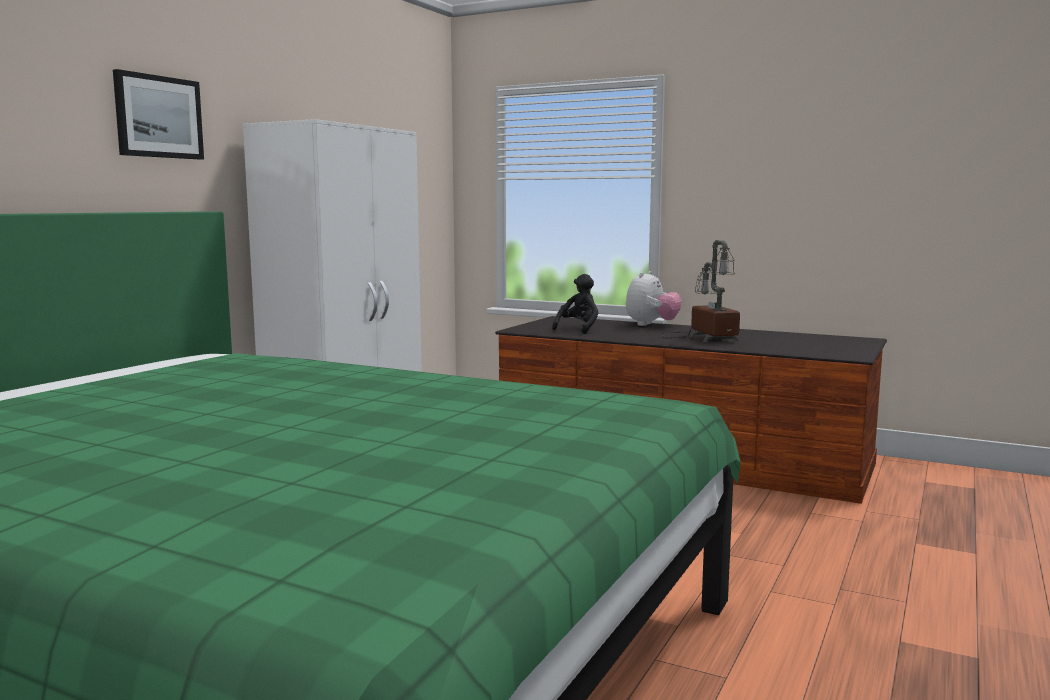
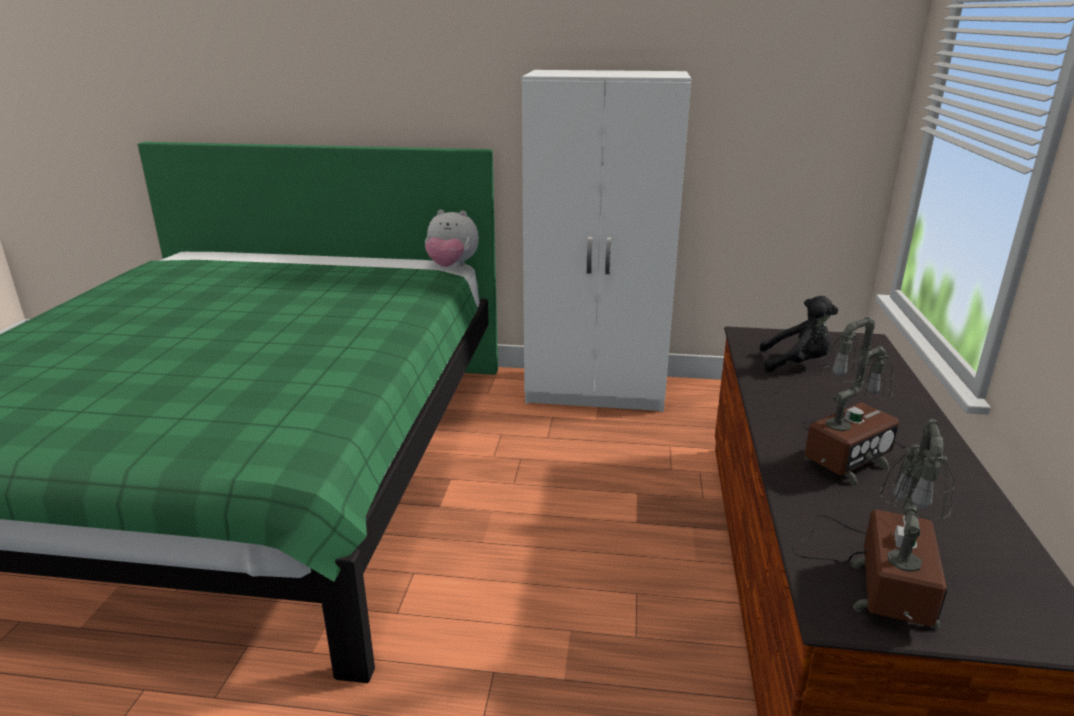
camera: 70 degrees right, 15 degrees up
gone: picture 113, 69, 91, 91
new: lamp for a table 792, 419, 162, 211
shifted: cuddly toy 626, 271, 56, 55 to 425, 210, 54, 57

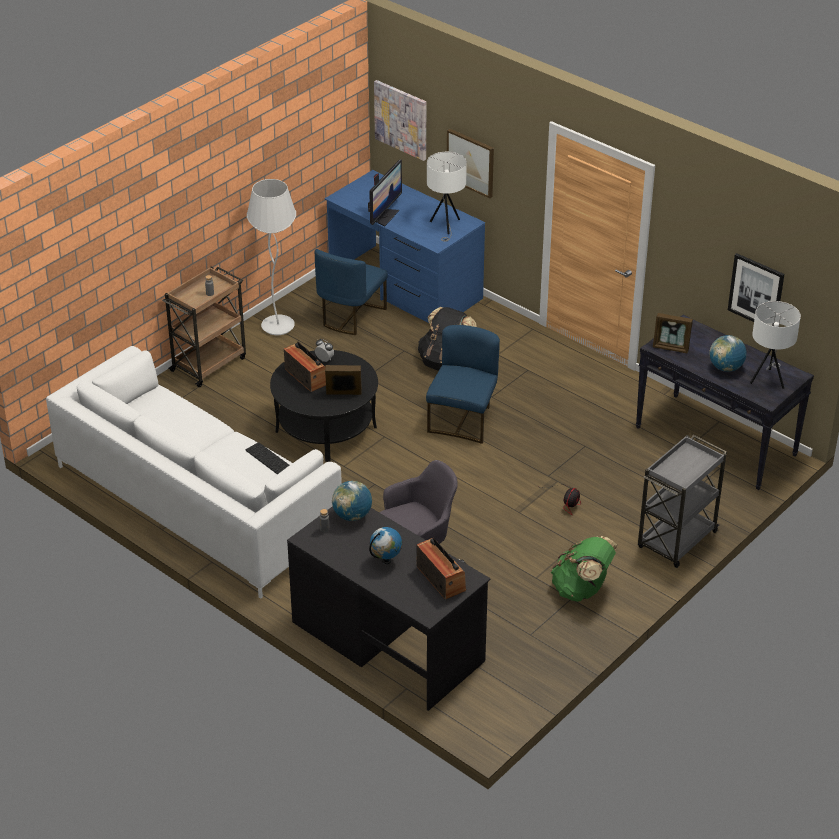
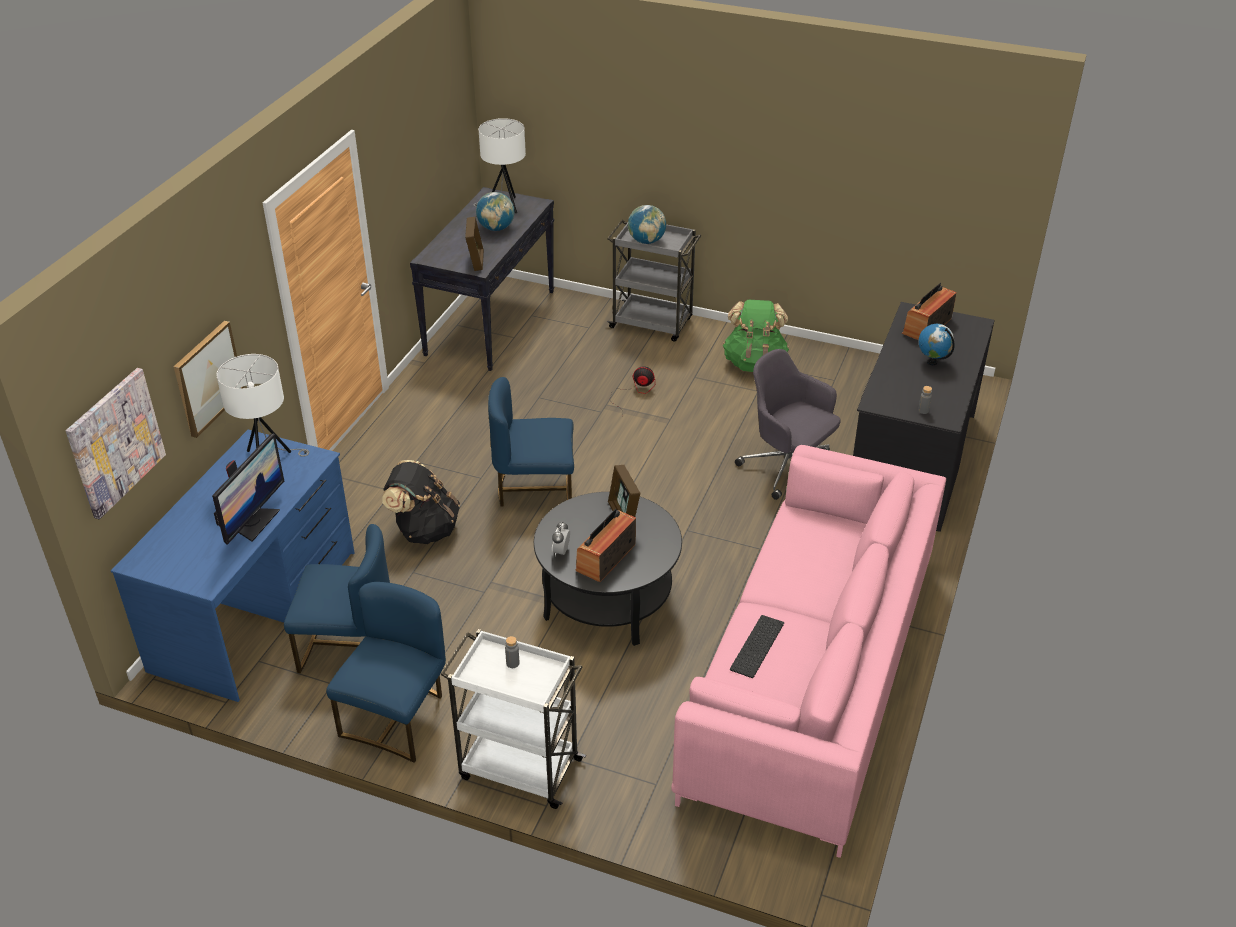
camera: 110 degrees left, 0 degrees up
gone: picture 728, 253, 56, 73
shifted: keyboard 245, 442, 44, 32 to 730, 615, 54, 63; globe 332, 481, 40, 40 to 628, 205, 38, 39
swapped: white floor lamp 247, 179, 49, 156 to bluish chair 326, 582, 120, 181
repainted: brownish trolley 162, 266, 84, 121 to white trolley 440, 629, 146, 180; white settee 46, 346, 296, 253 to pinkish settee 671, 445, 275, 413
rotated: computer screen 368, 160, 34, 67 = 212, 434, 72, 111 105 degrees clockwise

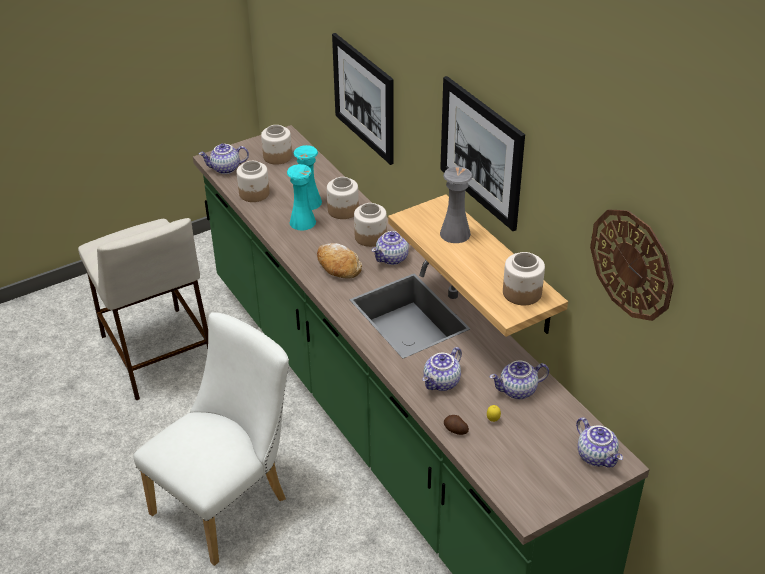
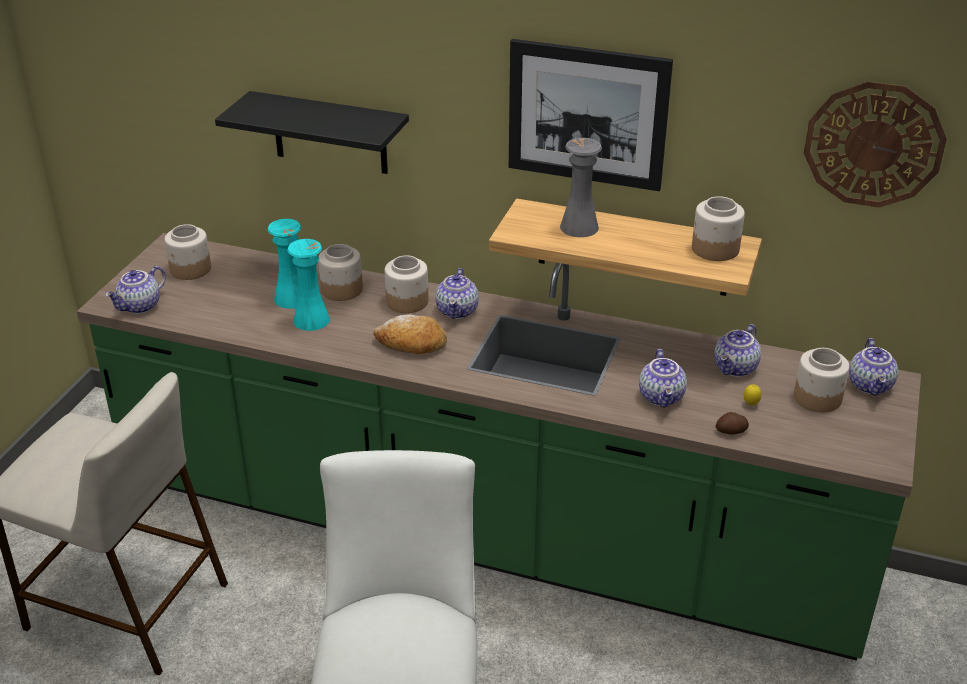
camera: 40 degrees left, 5 degrees down
shifted: storage jar 237, 161, 32, 41 to 794, 348, 55, 65
swapped: picture 332, 33, 62, 132 to blackish shelf 215, 91, 194, 83
rotated: tea pot 576, 417, 47, 51 = 849, 338, 49, 58 75 degrees clockwise

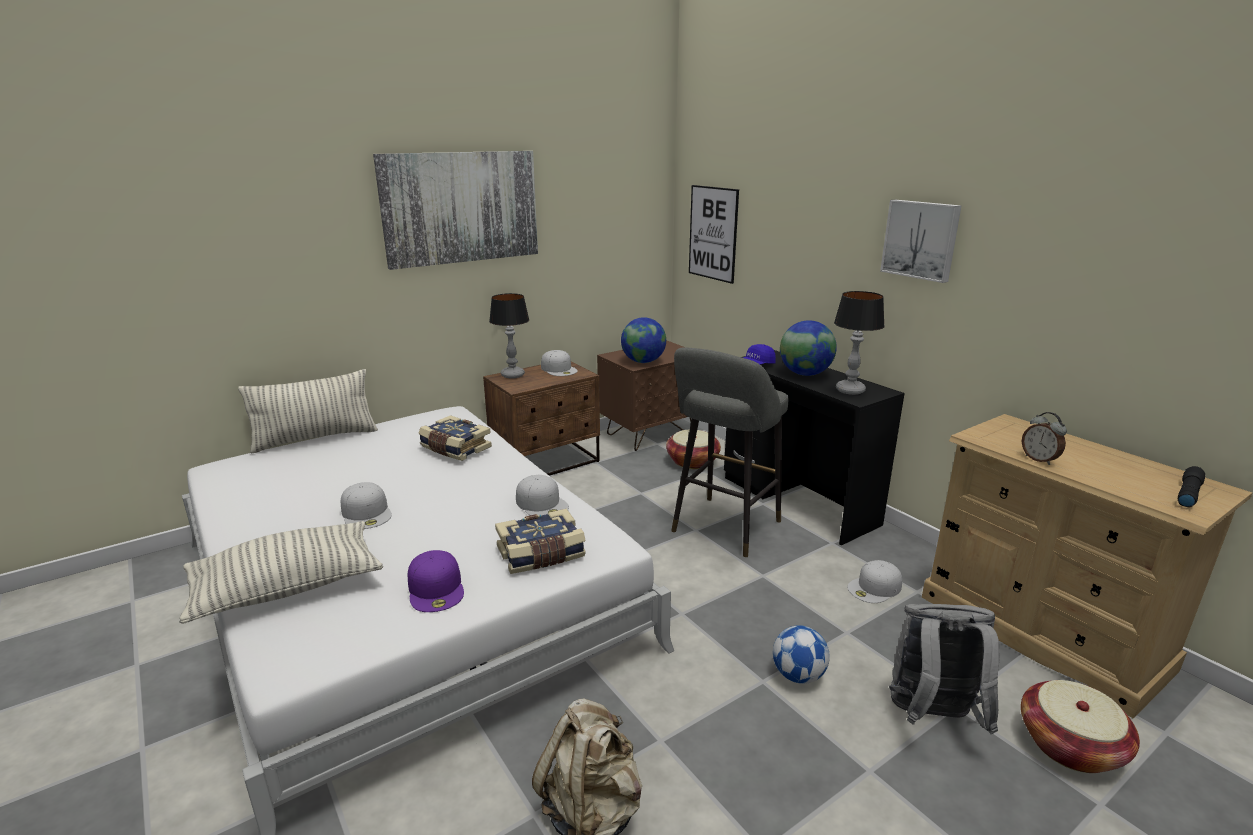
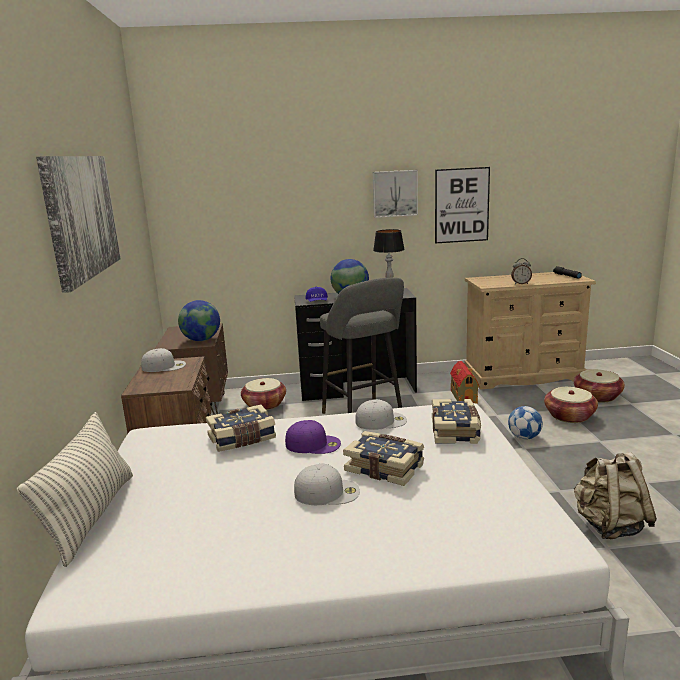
camera: 60 degrees left, 5 degrees down
gone: lamp for a table 489, 293, 40, 85; cushion 179, 521, 204, 103
new: volume 343, 431, 81, 55
shifted: picture 689, 185, 50, 99 to 435, 167, 55, 76; purple-coloured cap 408, 550, 56, 62 to 285, 420, 56, 34
swapped: white cap 847, 560, 55, 43 to toy house 450, 361, 29, 43; gray knapsack 889, 604, 111, 130 to household basket 544, 387, 54, 36

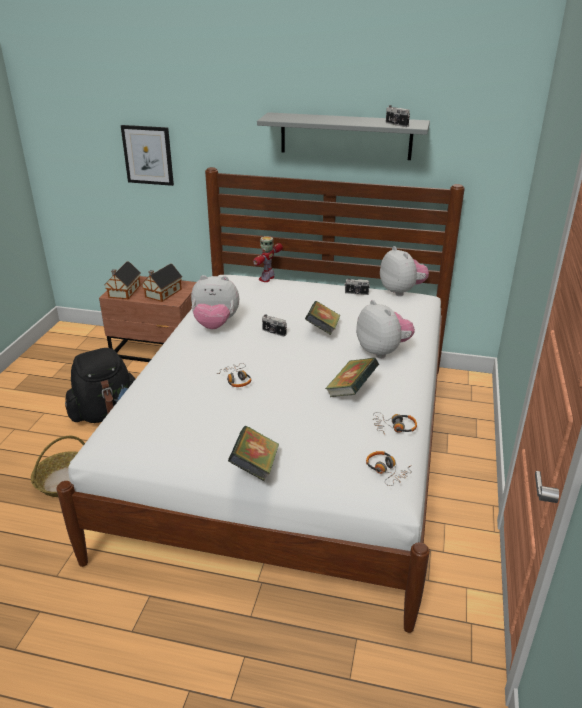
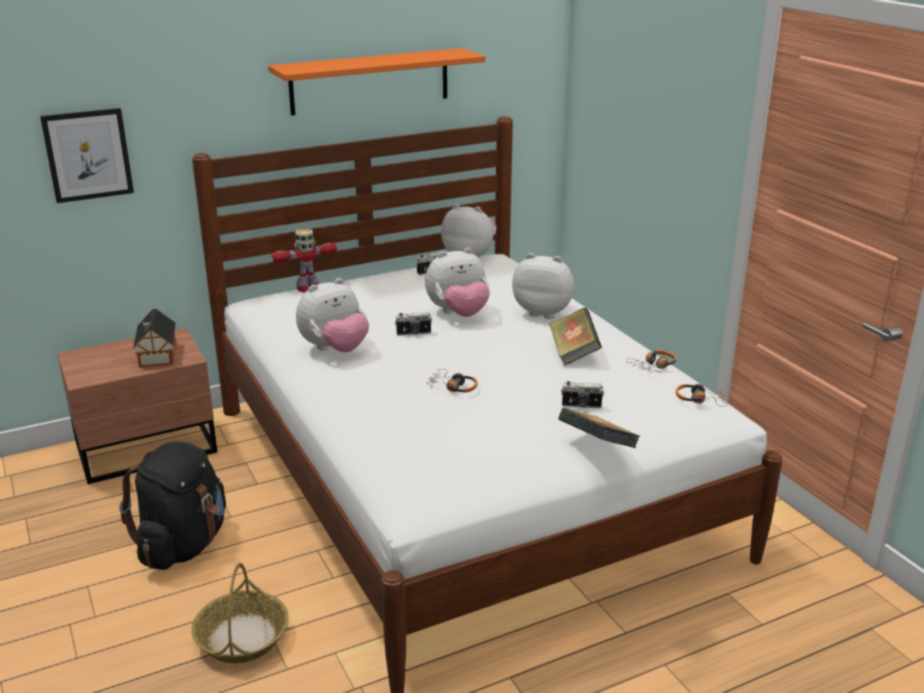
camera: 40 degrees left, 5 degrees down
gone: toy house 104, 261, 37, 38
shifted: photo camera 386, 105, 24, 22 to 561, 381, 43, 27
swapped: volume 305, 301, 35, 34 to cuddly toy 425, 248, 65, 69
repainted: gray shelf 257, 112, 173, 48 to orange shelf 268, 48, 217, 68
rotated: robot figure 253, 236, 30, 46 = 271, 229, 66, 63 105 degrees counterclockwise

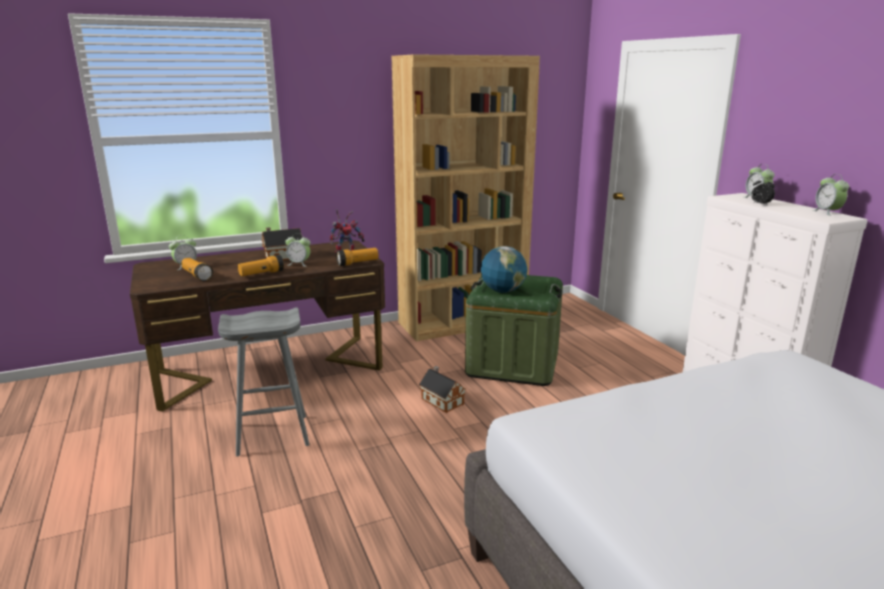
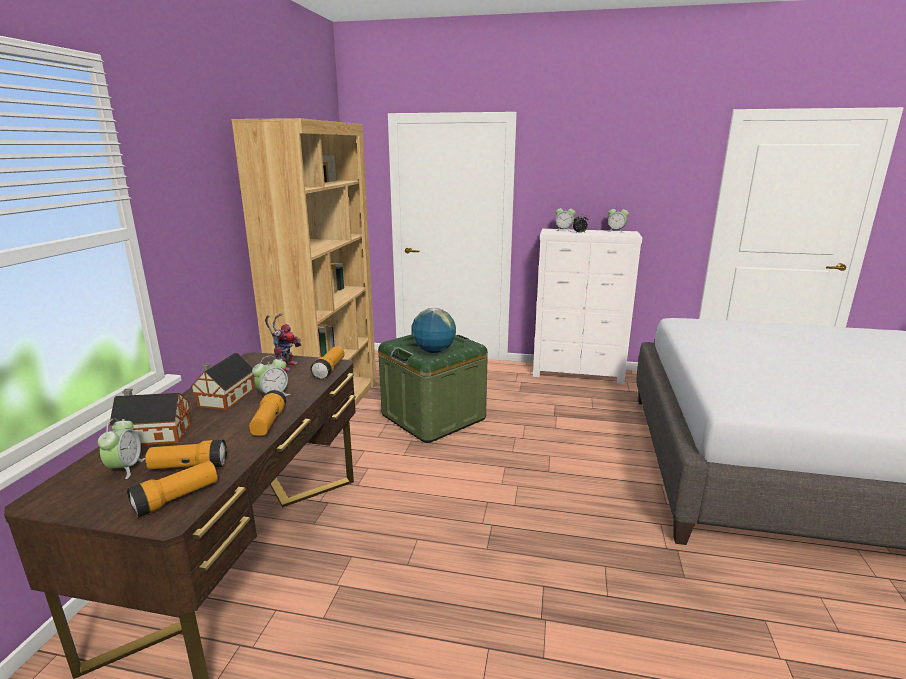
camera: 55 degrees left, 0 degrees up
gone: gray stool seat 218, 307, 92, 149
new: flashlight 127, 461, 91, 56
shifted: toy house 419, 366, 46, 47 to 109, 388, 82, 57

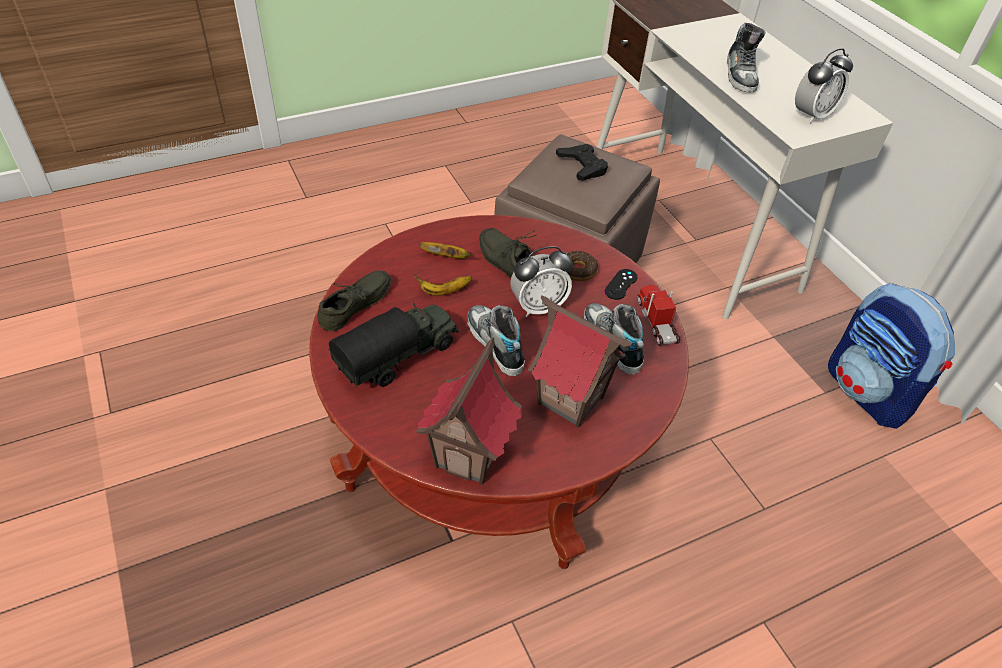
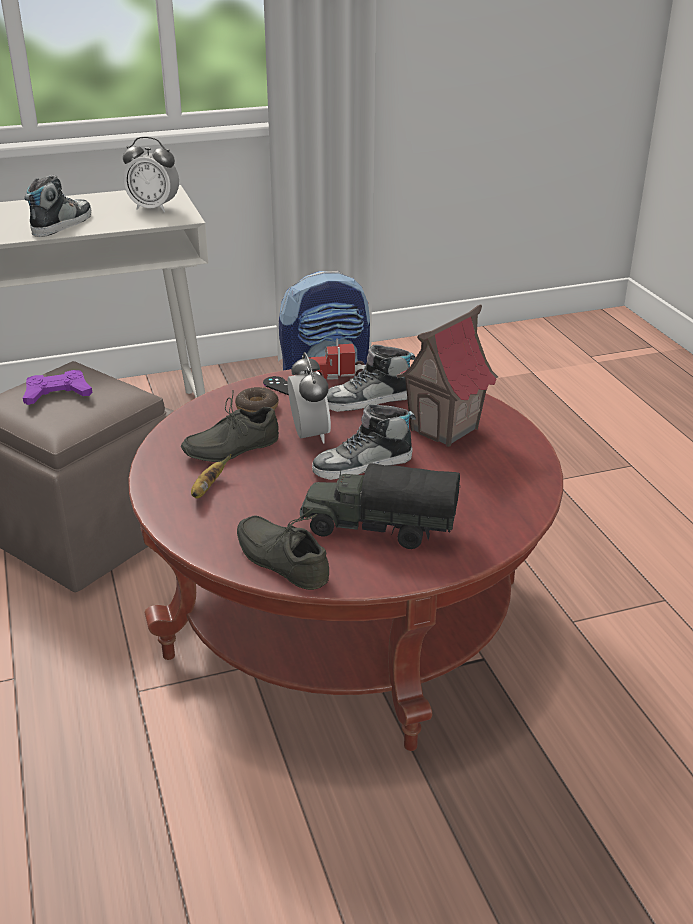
camera: 80 degrees left, 15 degrees down
gone: whole banana 414, 275, 58, 21; toy house 416, 337, 106, 148
repainted: blackish joypad 556, 144, 52, 37 to purple-coloured joypad 23, 370, 70, 35
rotated: shoe 727, 23, 39, 69 = 25, 175, 66, 62 75 degrees counterclockwise; bedside clock 795, 48, 58, 76 = 123, 137, 56, 75 135 degrees clockwise; model truck 329, 302, 130, 85 = 300, 463, 160, 86 45 degrees counterclockwise

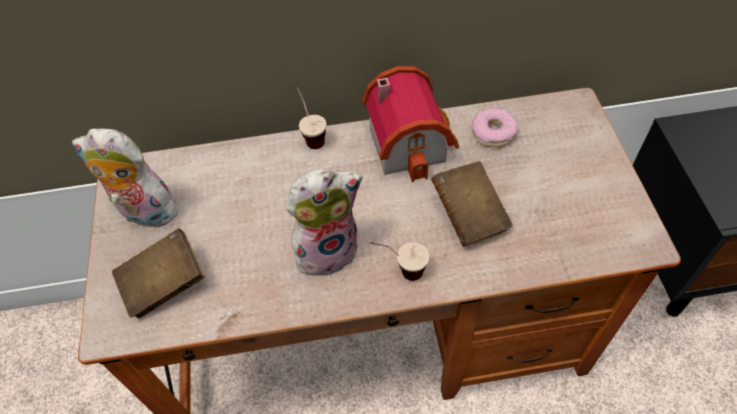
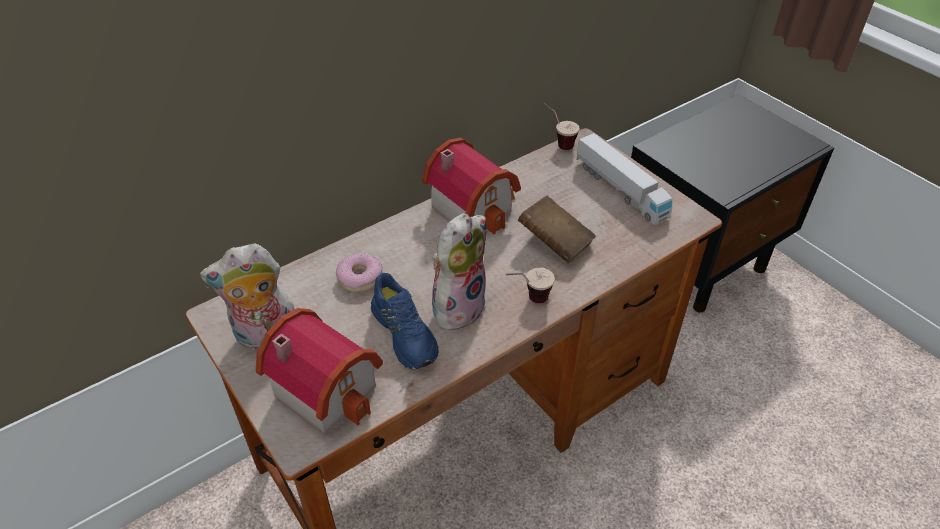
camera: 30 degrees left, 10 degrees down
new: model truck 576, 133, 96, 92; bluish shoe 371, 273, 67, 97
shifted: drinking cup 297, 87, 30, 62 to 543, 103, 36, 47; donut 471, 108, 47, 39 to 336, 253, 47, 39
swapped: brownish volume 112, 228, 93, 90 to toy house 256, 308, 127, 126

